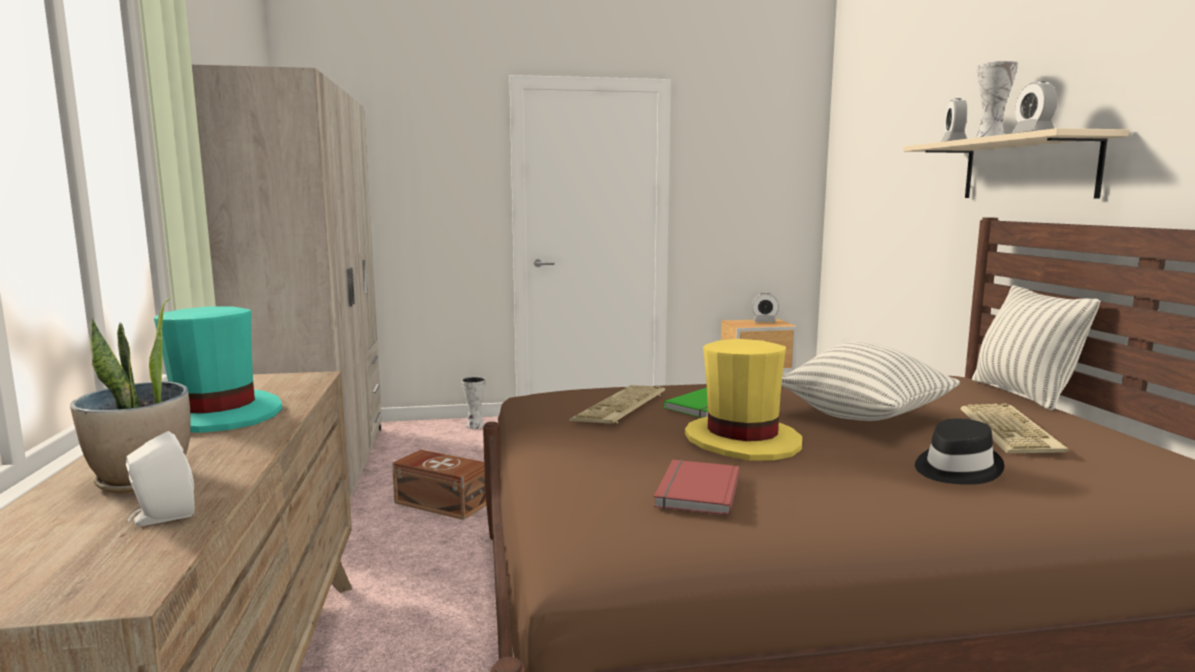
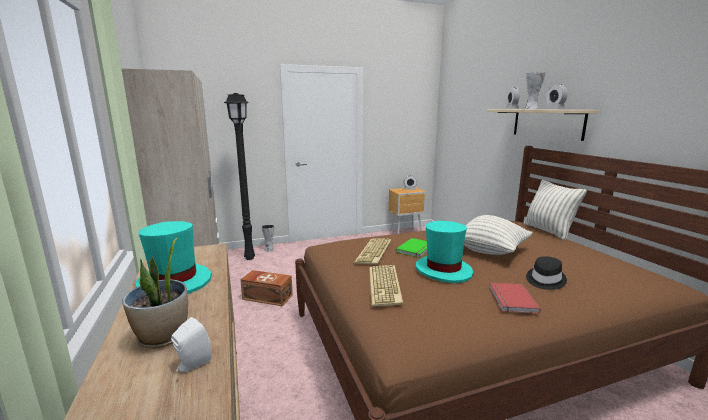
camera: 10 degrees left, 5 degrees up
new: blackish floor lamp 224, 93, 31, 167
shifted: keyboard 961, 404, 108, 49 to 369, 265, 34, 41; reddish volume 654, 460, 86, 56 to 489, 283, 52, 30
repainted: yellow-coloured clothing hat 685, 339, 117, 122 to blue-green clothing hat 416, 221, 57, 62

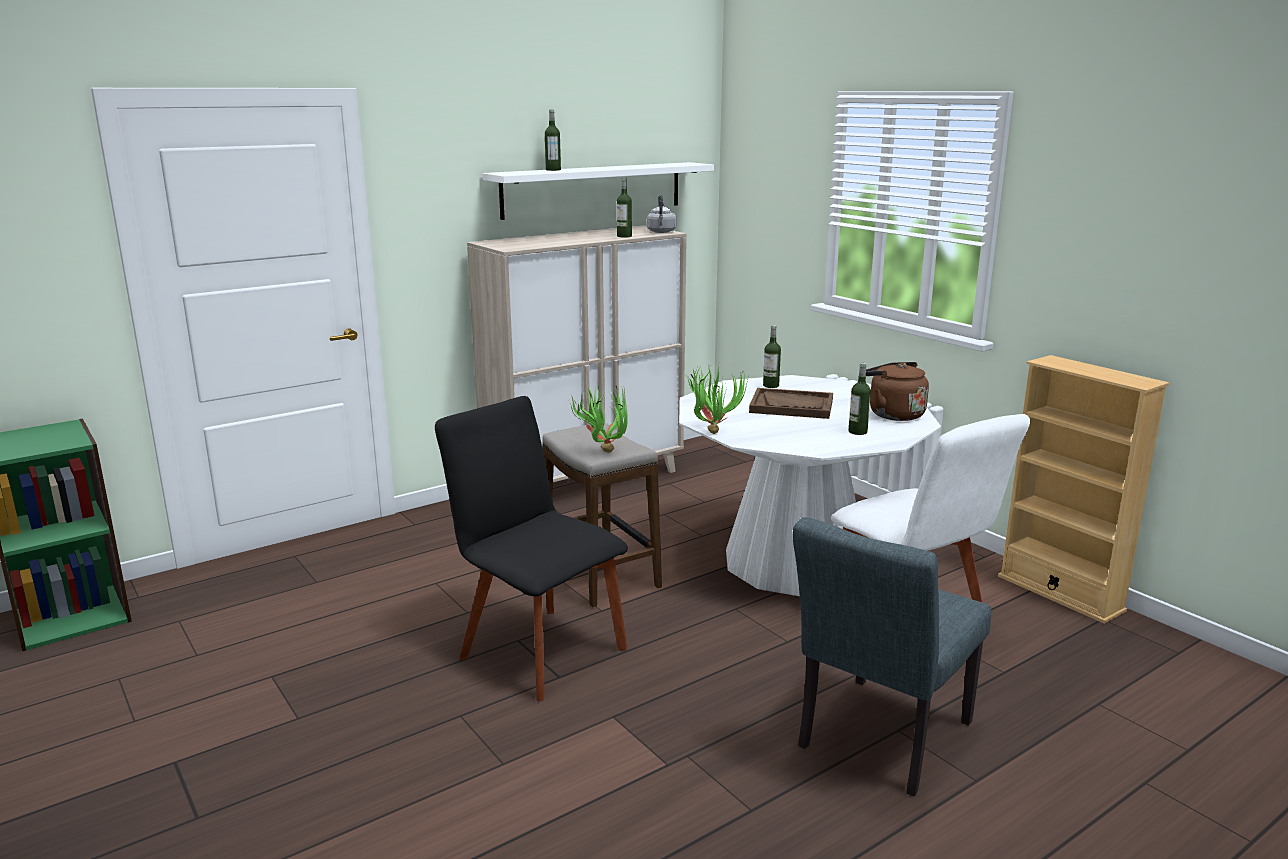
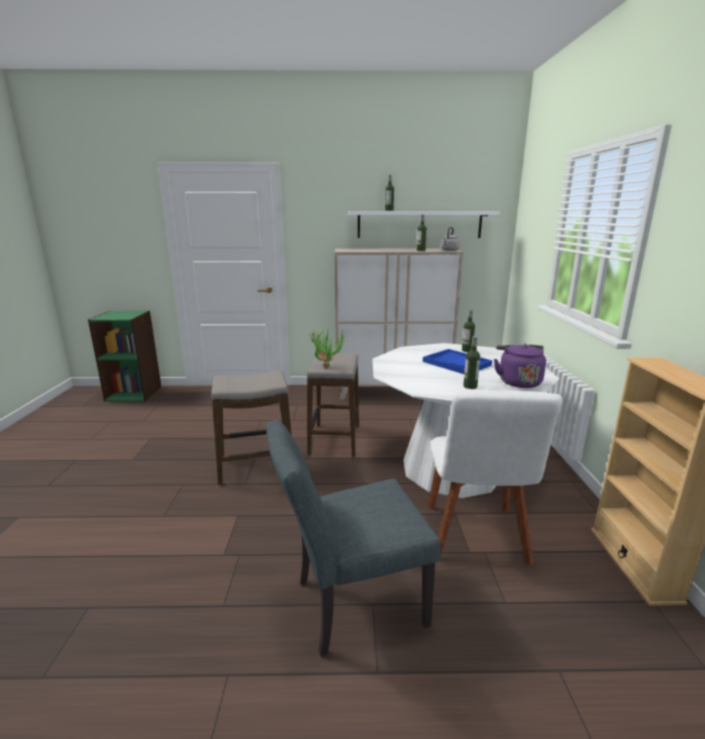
camera: 35 degrees right, 0 degrees up
gone: houseplant 687, 366, 62, 68
swapped: blackish chair 435, 396, 193, 305 to stool seat 211, 371, 81, 114
repainted: brownish water kettle 866, 362, 63, 59 to purple-coloured water kettle 494, 344, 52, 44; brownish serving tray 749, 388, 84, 31 to bluish serving tray 423, 349, 69, 25

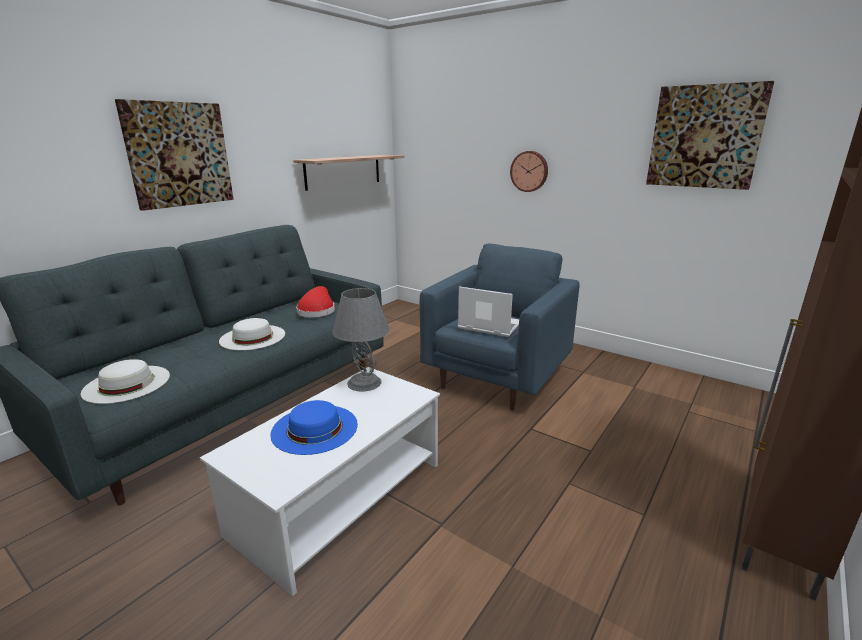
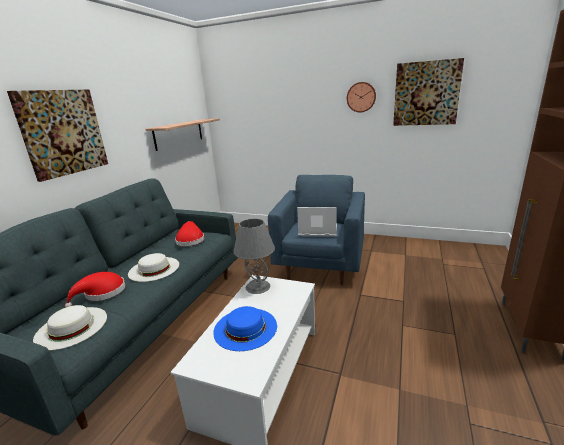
camera: 15 degrees left, 0 degrees up
new: reddish clothing hat 65, 272, 60, 36
shifted: wall clock 510, 151, 38, 41 to 347, 82, 29, 31

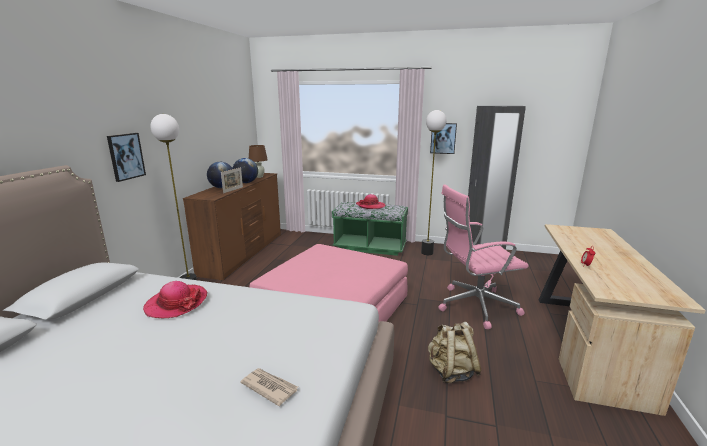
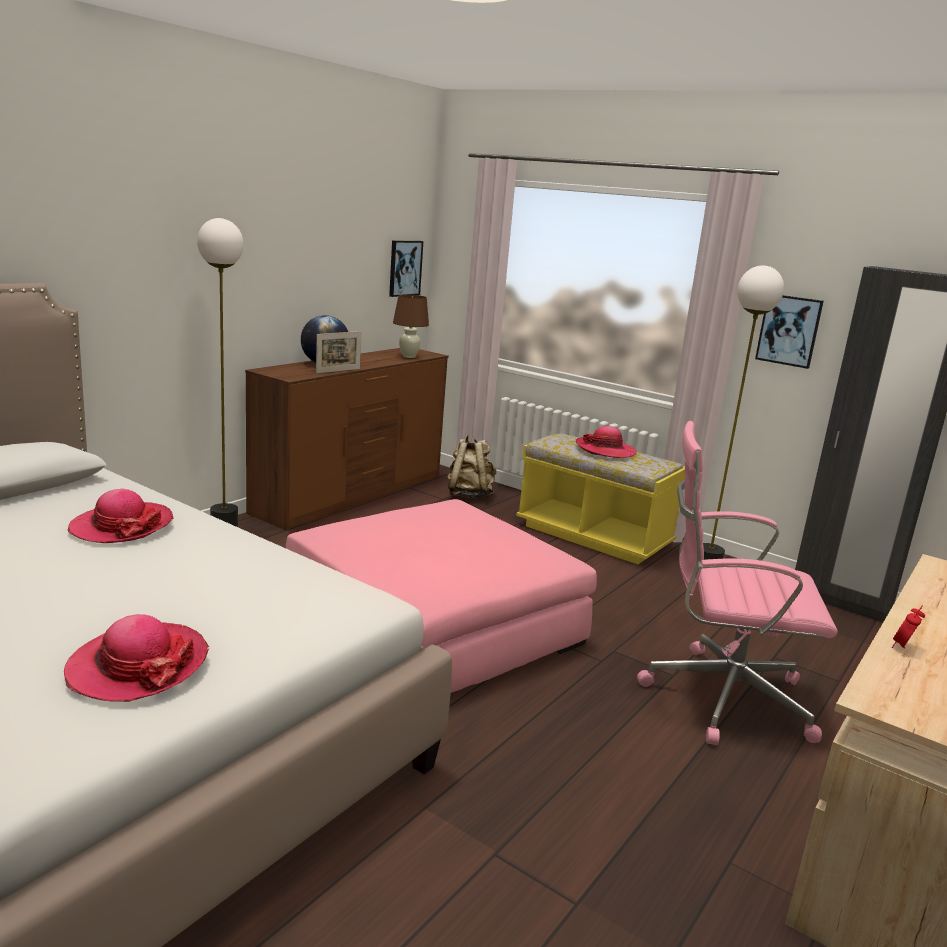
camera: 20 degrees right, 0 degrees up
gone: globe 233, 158, 25, 25
shifted: picture 107, 133, 39, 49 to 389, 241, 34, 56; beige knapsack 428, 322, 54, 61 to 448, 434, 48, 64
swapped: daily paper 240, 368, 58, 38 to clothing hat 64, 614, 145, 88
repainted: green-coloured long seat 332, 202, 76, 54 to yellow-coloured long seat 516, 433, 169, 131

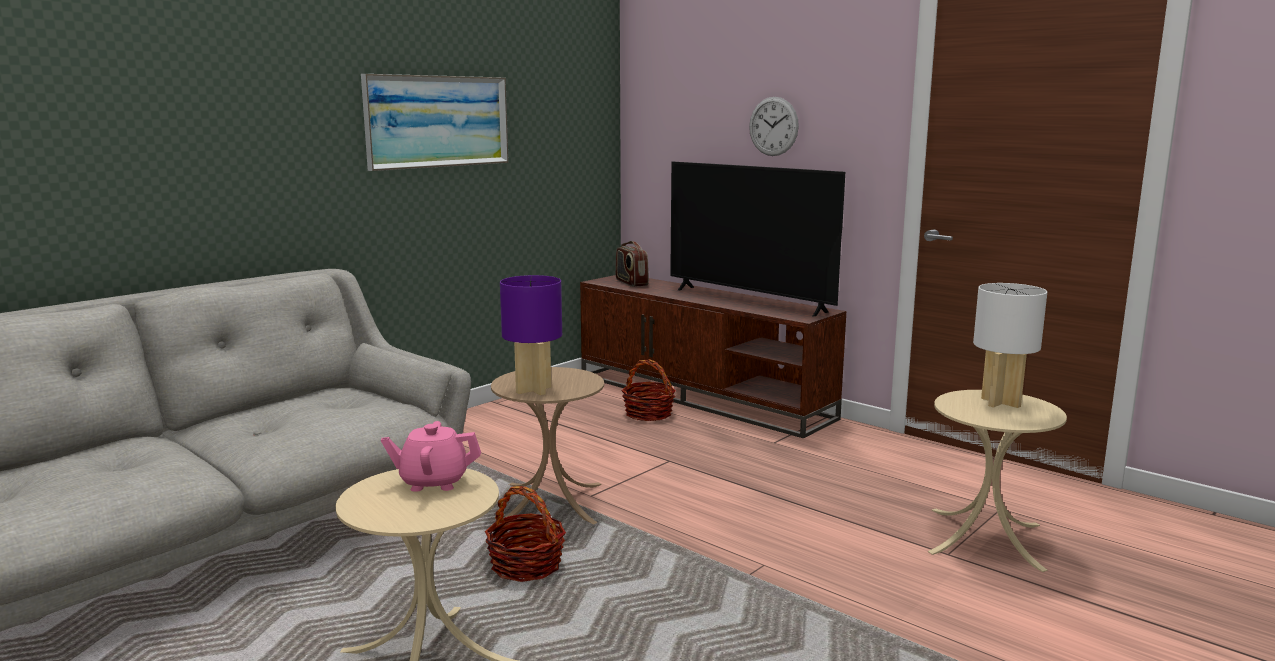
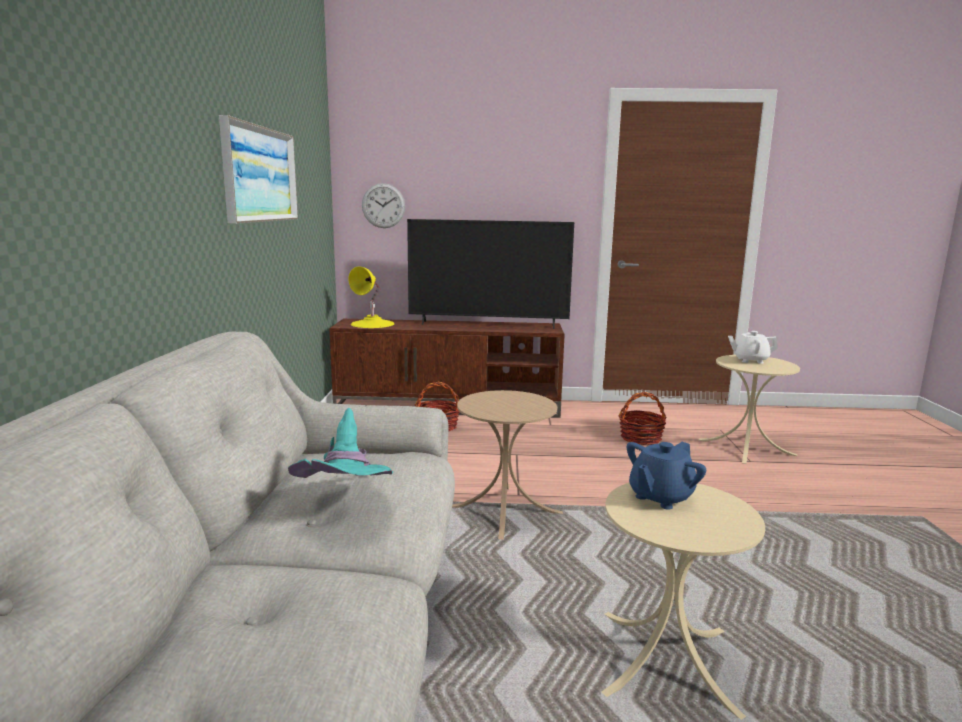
camera: 40 degrees left, 0 degrees up
gone: purple-coloured lamp for a table 500, 275, 62, 120
new: blue-green clothing hat 288, 408, 105, 70
shifted: wall clock 749, 97, 50, 59 to 362, 183, 43, 45; household basket 485, 486, 81, 96 to 619, 392, 47, 53
swapped: radio 615, 241, 34, 46 to yellow-coloured lamp for a table 348, 266, 46, 62; white lamp for a table 973, 283, 74, 125 to white tea pot 728, 331, 50, 33
repainted: pinkish tea pot 381, 421, 100, 71 to bluish tea pot 627, 442, 79, 68

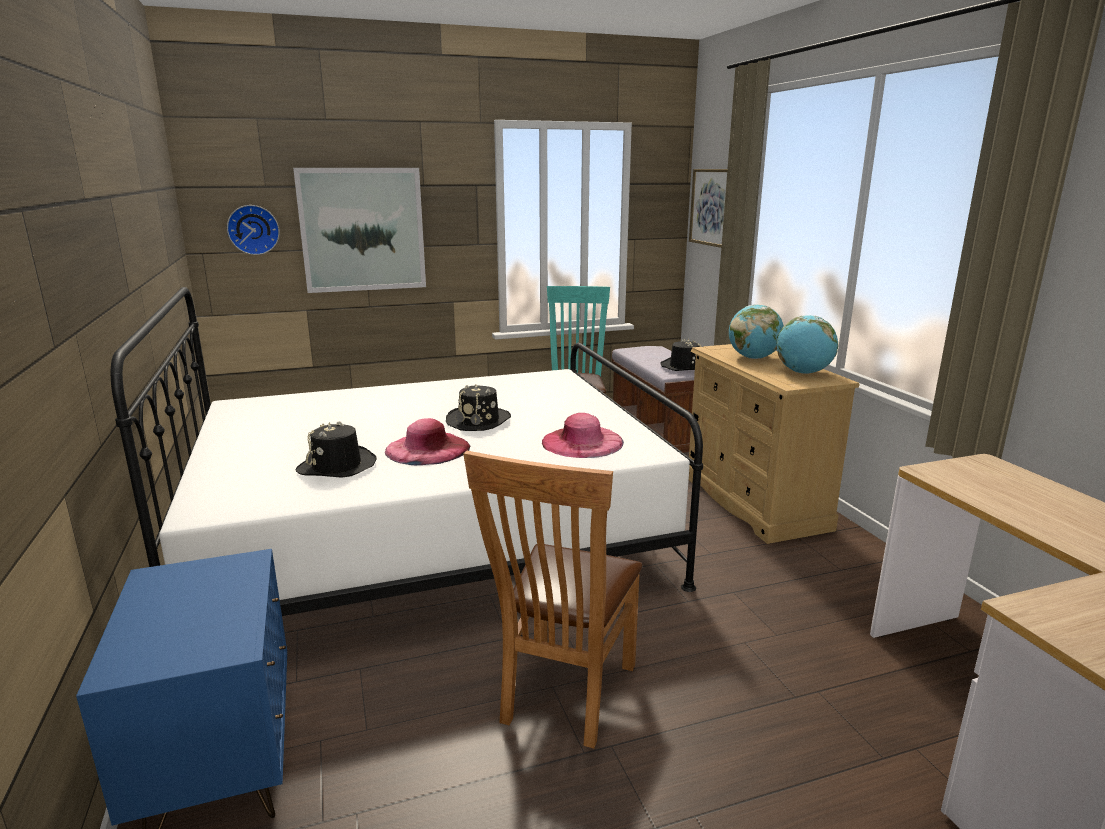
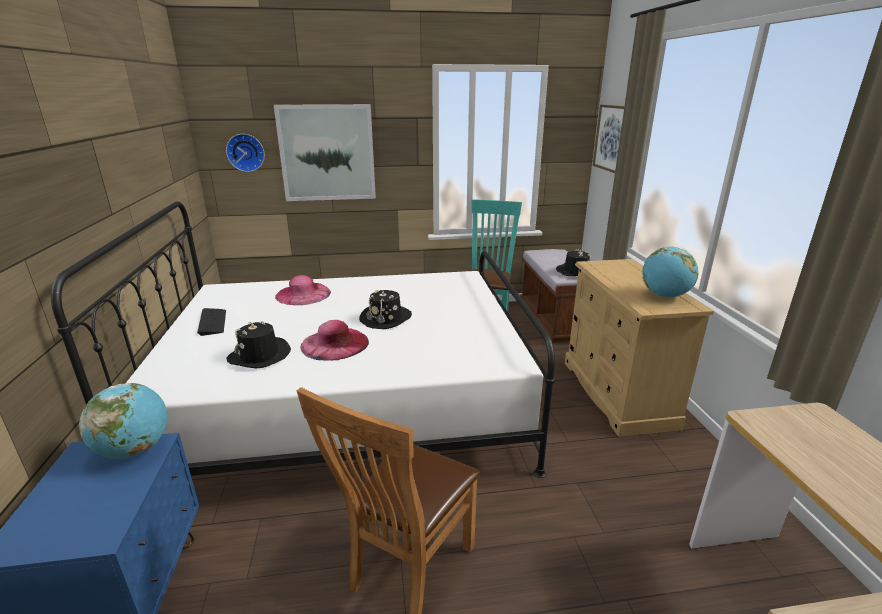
camera: 10 degrees right, 5 degrees up
new: keyboard 197, 308, 29, 28
shifted: globe 729, 304, 55, 55 to 79, 383, 88, 76; pinkish clothing hat 542, 413, 82, 45 to 275, 275, 56, 30

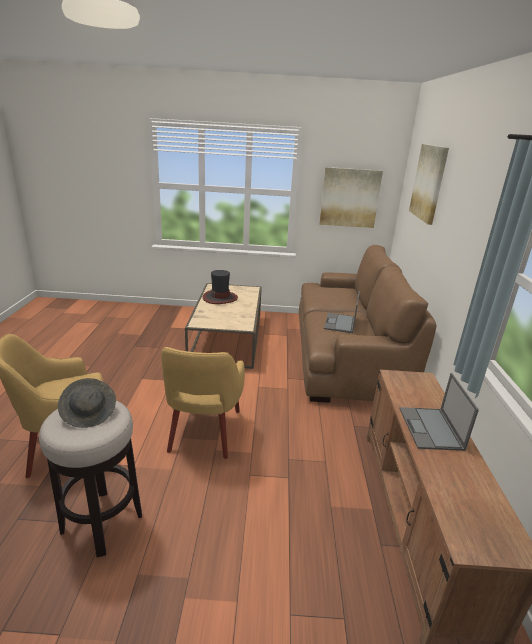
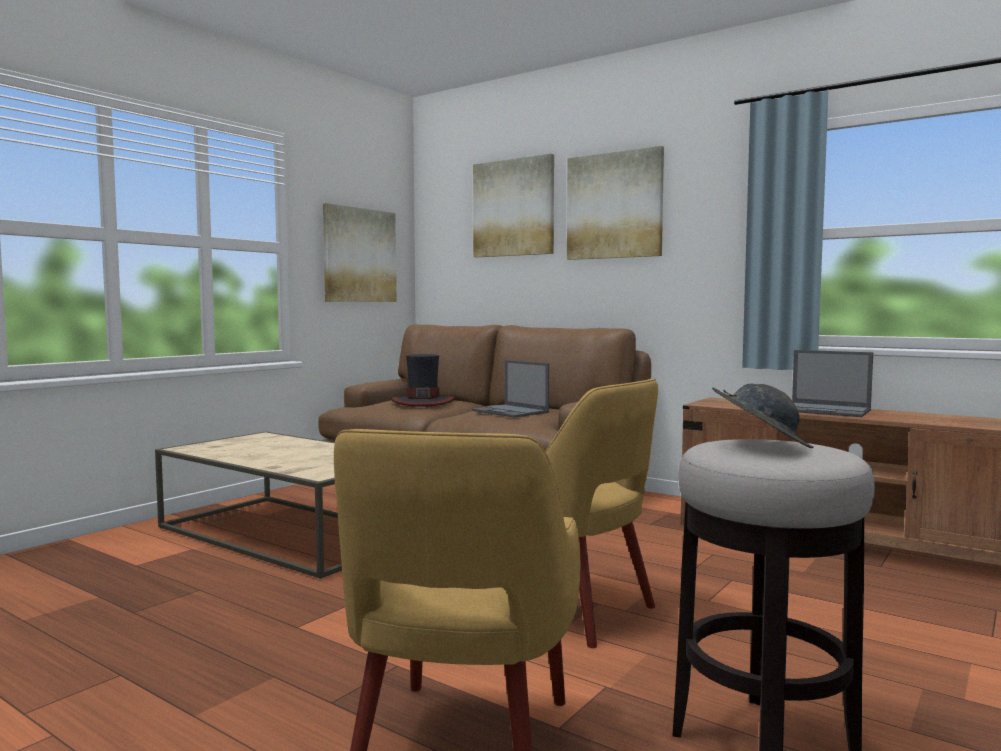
camera: 55 degrees left, 20 degrees down
new: picture 567, 146, 97, 114
shifted: clothing hat 203, 270, 35, 34 to 392, 354, 62, 53

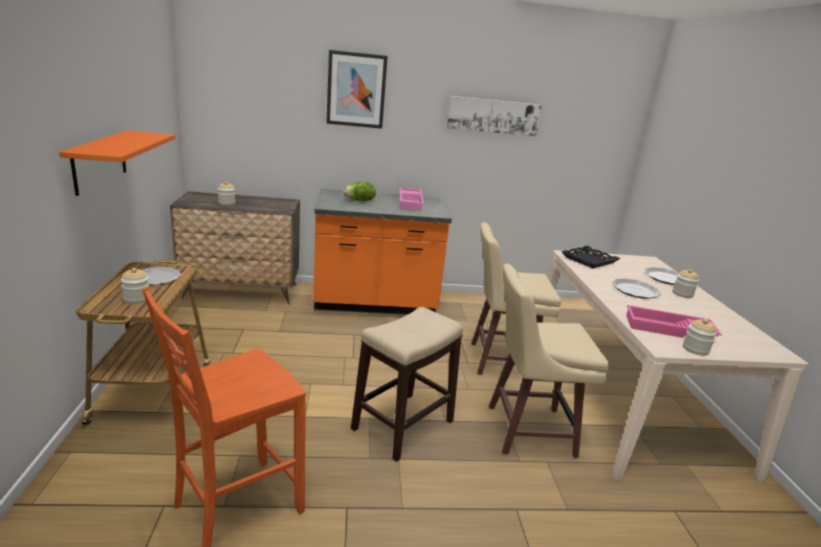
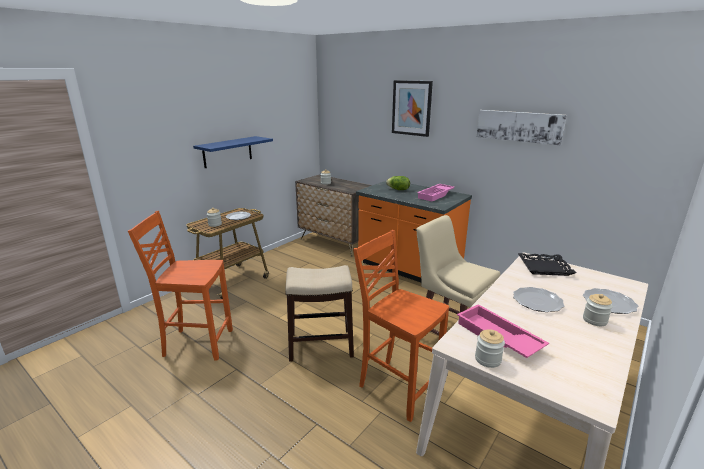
camera: 45 degrees right, 0 degrees up
swapped: beige stool seat 489, 264, 120, 194 to orange chair 353, 230, 96, 192
repainted: orange shelf 59, 130, 116, 66 to bluish shelf 193, 136, 80, 32

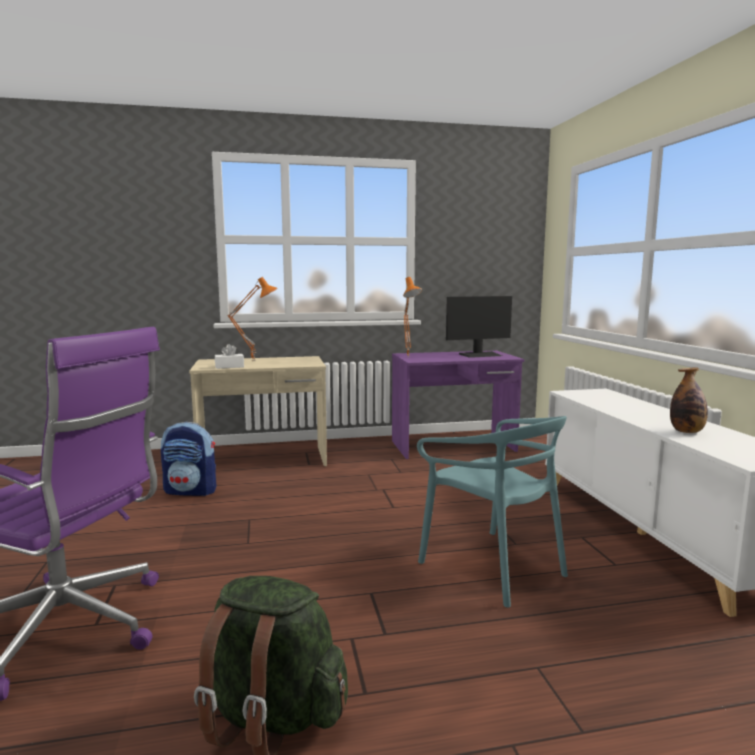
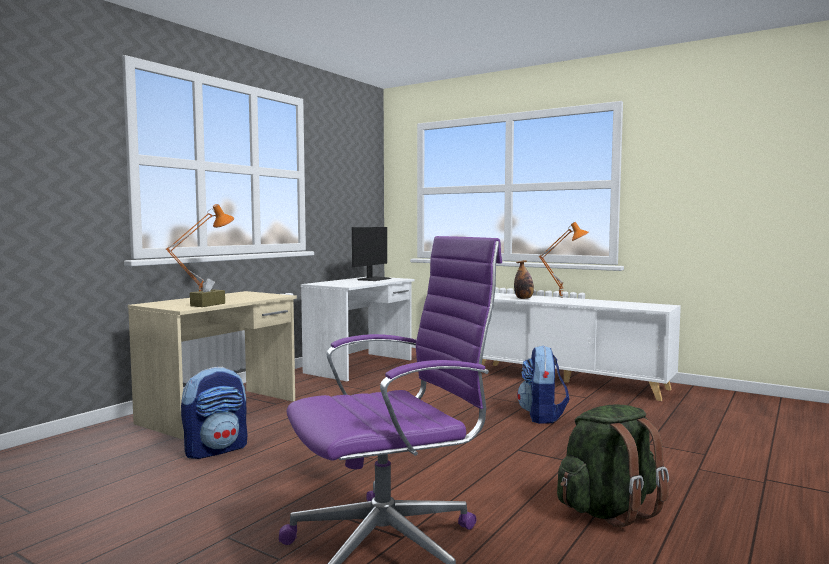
camera: 45 degrees left, 5 degrees down
shifted: orange lamp for a table 403, 277, 19, 81 to 539, 222, 50, 74; beverage bottle 670, 367, 38, 66 to 514, 260, 20, 39
swapped: blue-green chair 417, 416, 151, 192 to knapsack 517, 346, 52, 78
repainted: white box of tissues 215, 344, 29, 25 to brownish box of tissues 190, 278, 35, 29; purple-coloured desk table 392, 351, 132, 108 to white desk table 301, 277, 113, 104

